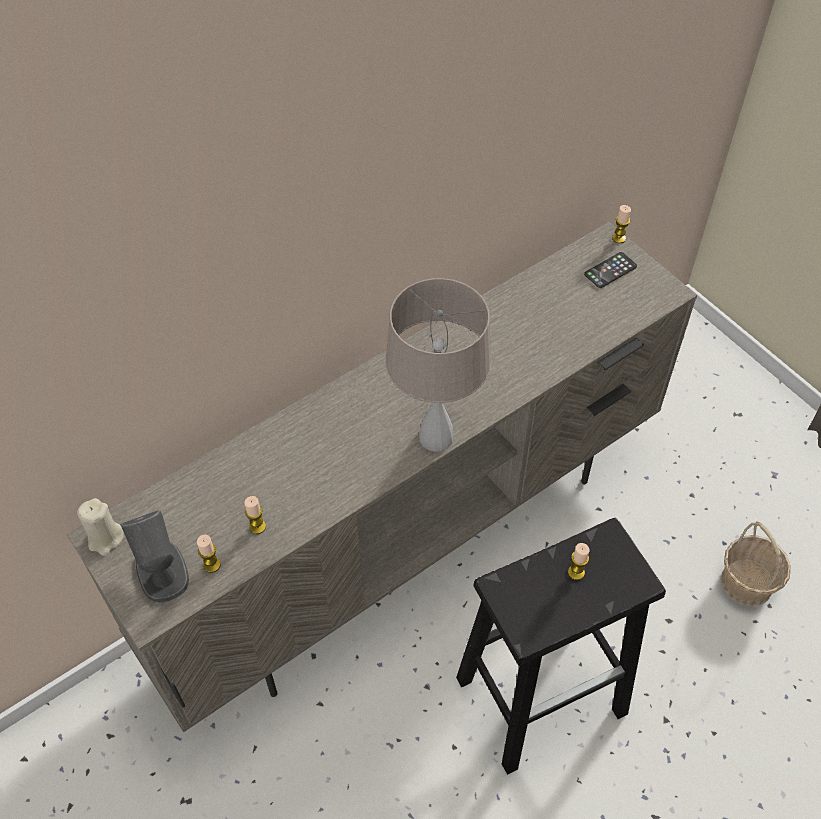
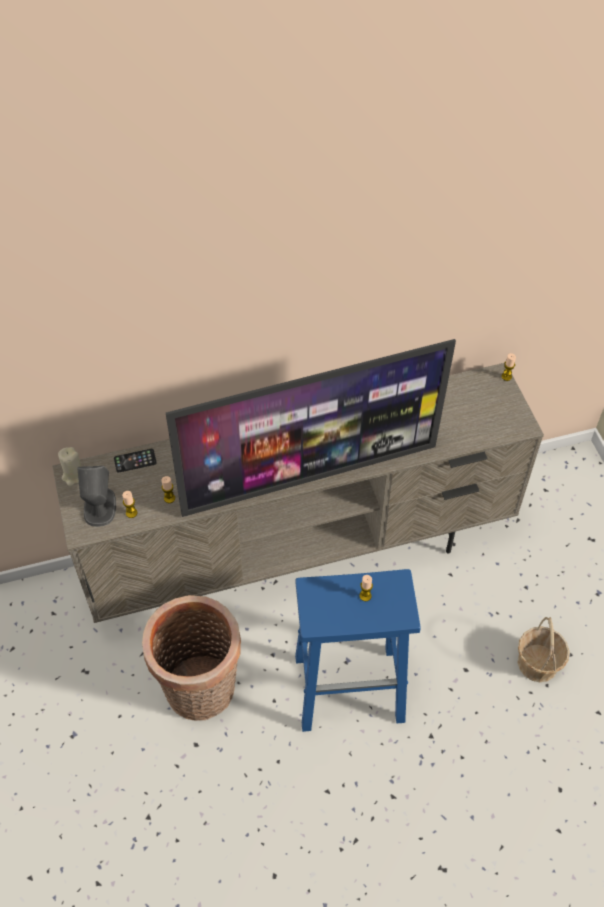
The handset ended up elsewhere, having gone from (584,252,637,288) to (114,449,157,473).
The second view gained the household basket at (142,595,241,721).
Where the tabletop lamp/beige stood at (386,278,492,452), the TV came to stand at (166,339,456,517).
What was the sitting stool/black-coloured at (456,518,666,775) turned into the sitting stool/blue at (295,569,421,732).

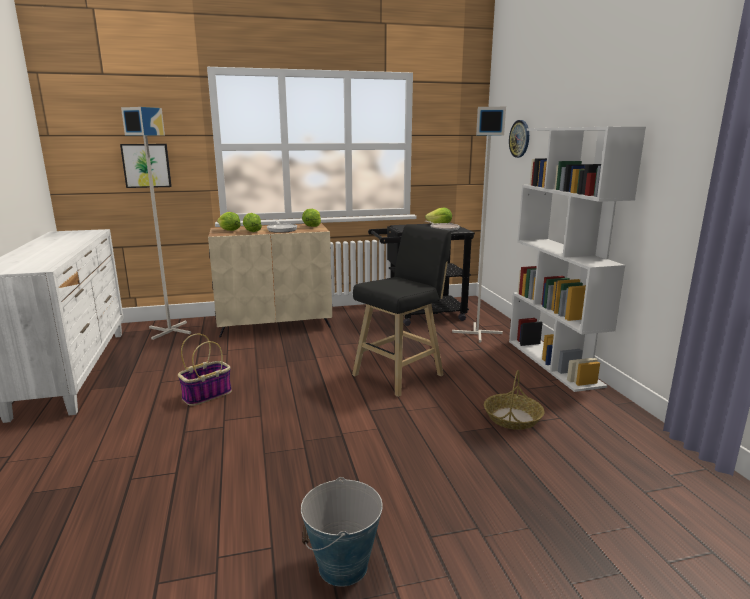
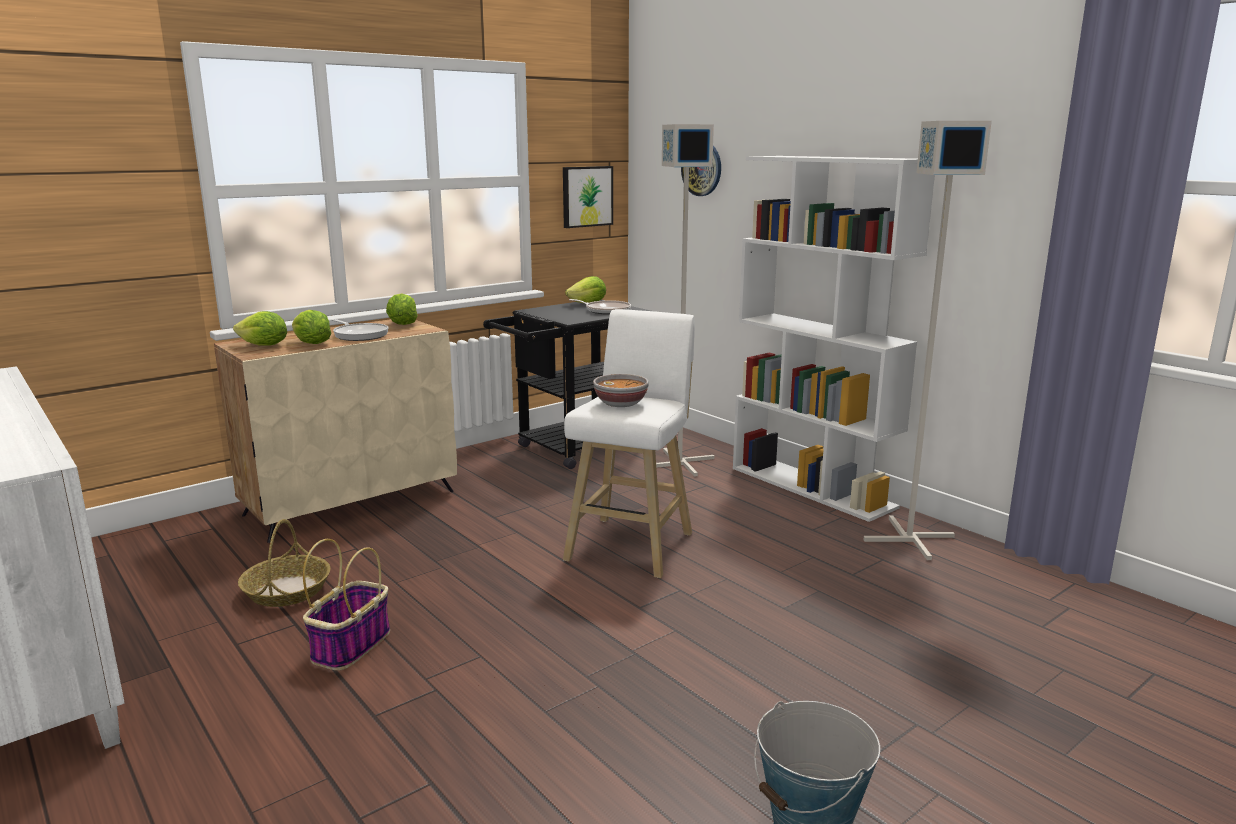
The household basket ended up elsewhere, having gone from (484,370,544,430) to (238,519,331,607).
The wall picture ended up elsewhere, having gone from (120,144,172,188) to (563,166,613,228).
What was the sitting stool/black-coloured at (352,224,451,397) turned into the sitting stool/white-coloured at (563,309,695,578).
The second view gained the deep dish at (593,374,649,407).
The floor lamp/grey ended up elsewhere, having gone from (121,107,191,340) to (863,121,992,560).

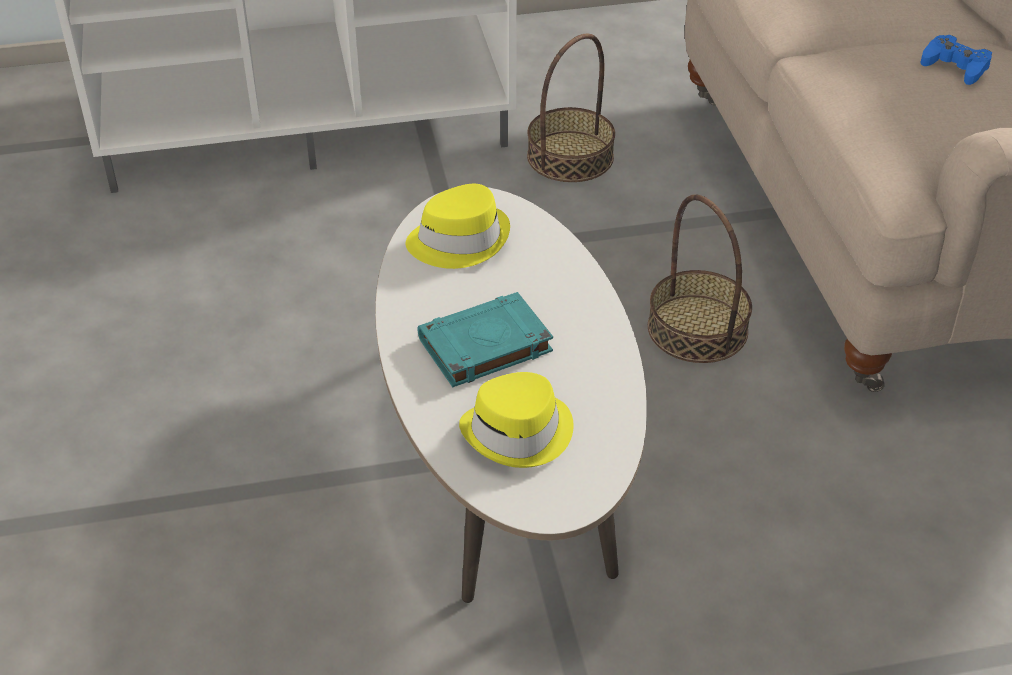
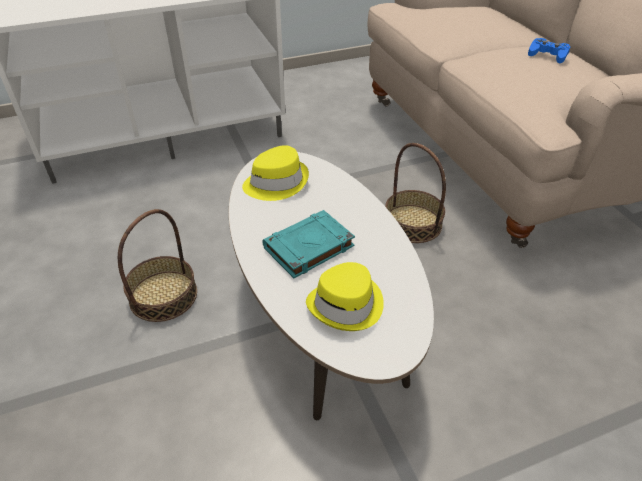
The household basket ended up elsewhere, having gone from (527,34,615,182) to (118,209,197,322).

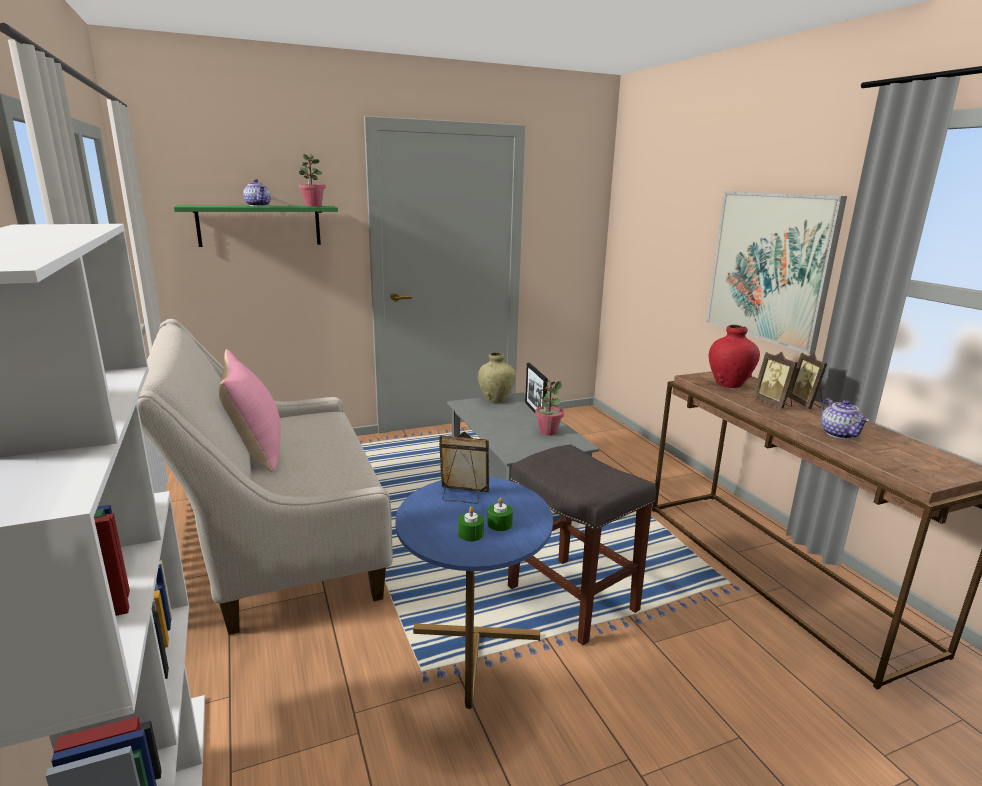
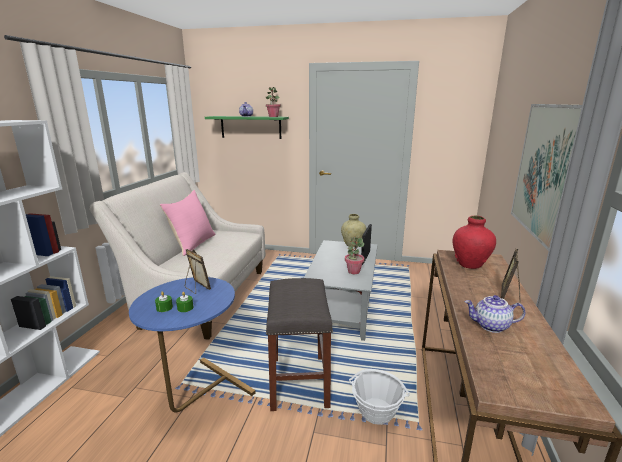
The second view gained the household basket at (349,369,410,425).
The tea pot at (820,399,869,439) ended up facing another way, 75 degrees clockwise from before.
The second view lost the picture frame at (753,352,797,408).

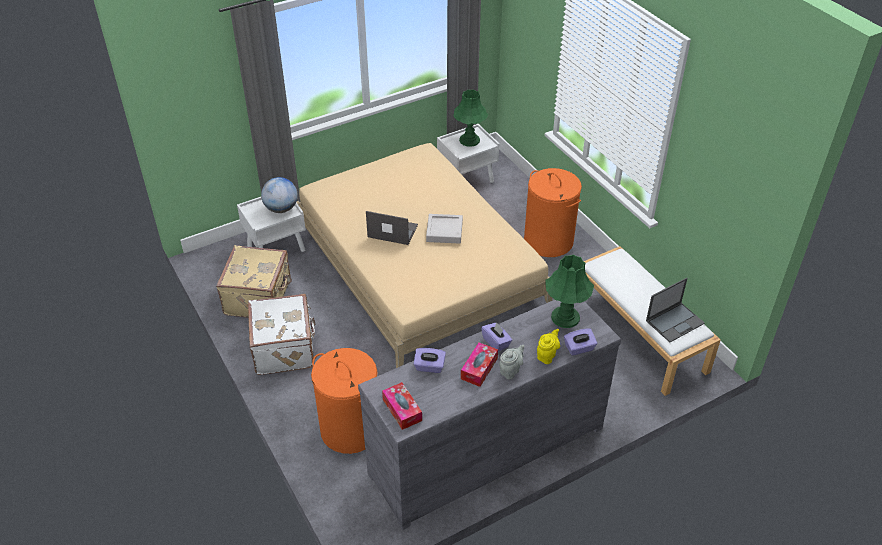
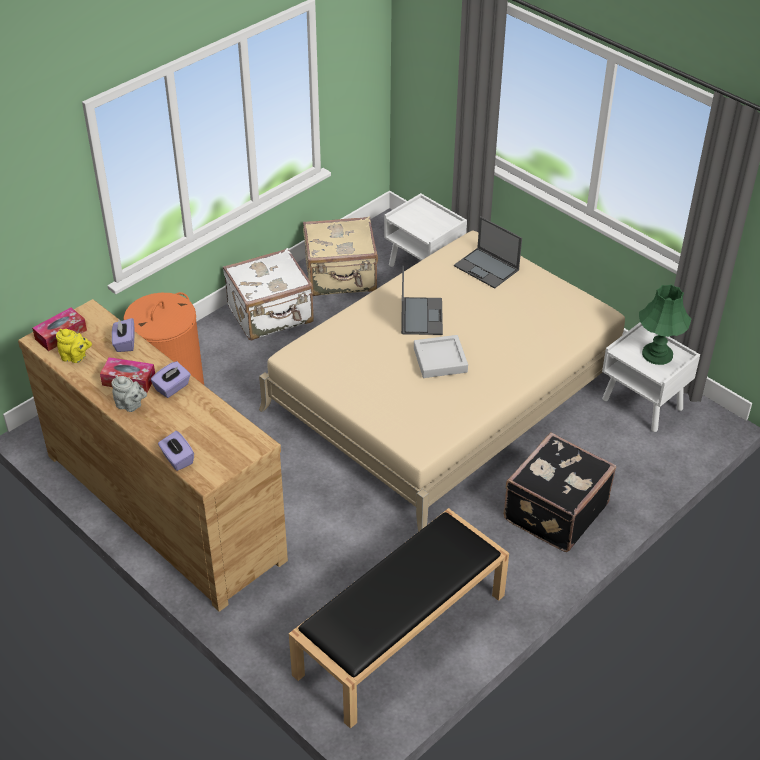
What was the drawer chest/grey at (358,300,621,530) turned into the drawer chest/brownish at (18,299,288,611).
The tea pot/yellowish ended up elsewhere, having gone from (537,329,560,364) to (56,329,92,363).
What was the indoor bench/white-coloured at (584,246,721,396) turned into the indoor bench/black-coloured at (289,508,509,729).
The portable computer ended up elsewhere, having gone from (646,278,705,342) to (454,216,522,288).
Where the washing basket/orangey stood at (524,168,582,257), the suitcase/black-coloured came to stand at (504,432,616,552).
The second view lost the desk globe at (261,177,298,213).
The second view lost the tabletop lamp/greenish at (545,255,594,328).

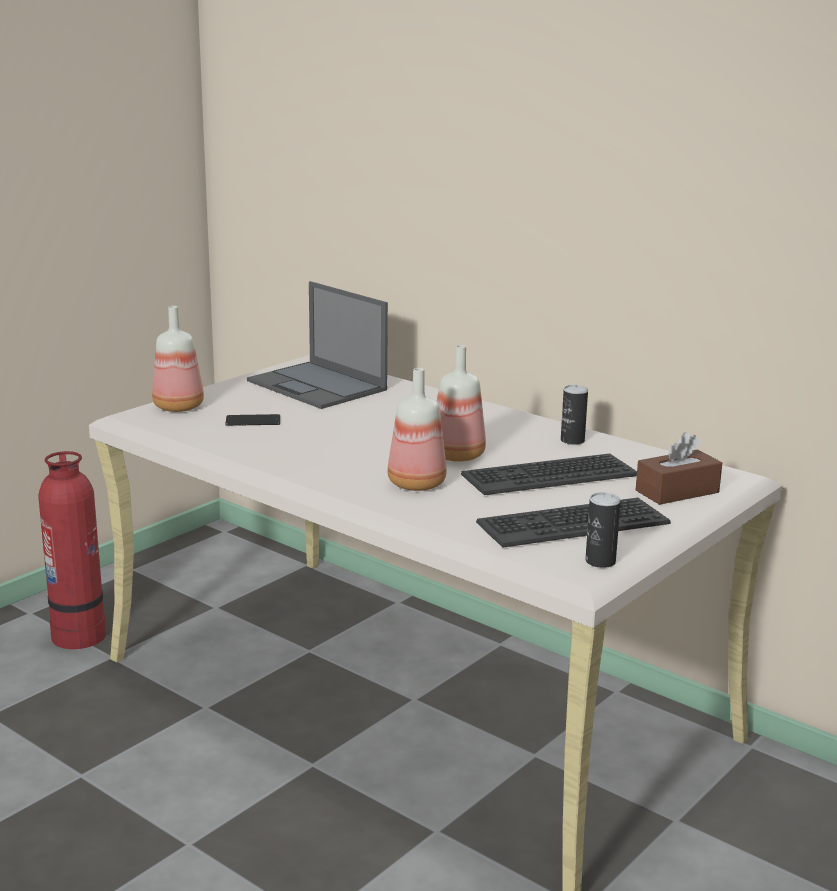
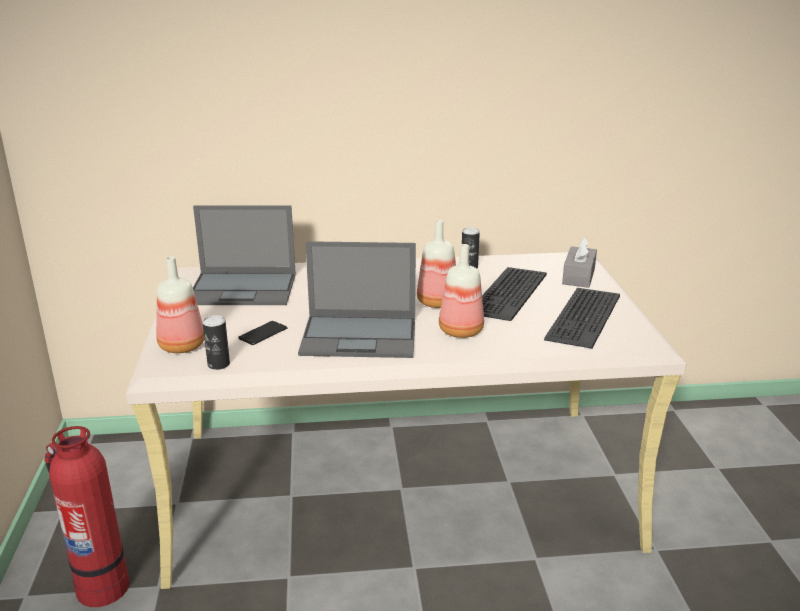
The metal can ended up elsewhere, having gone from (585,492,621,568) to (203,315,230,370).
The second view gained the portable computer at (298,241,416,358).
What was the tissue holder/brownish at (636,432,722,505) turned into the tissue holder/grey at (562,237,597,288).

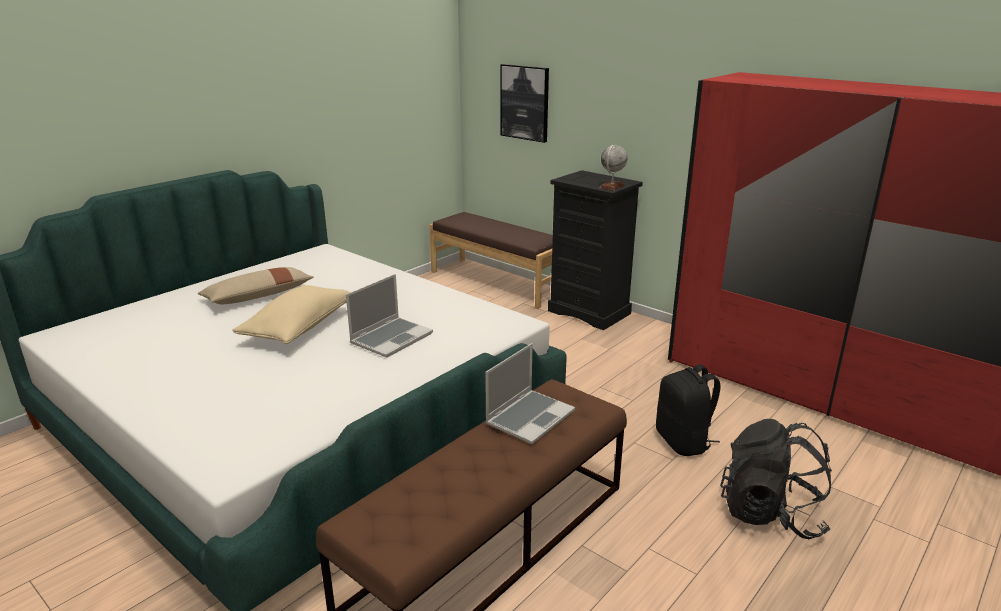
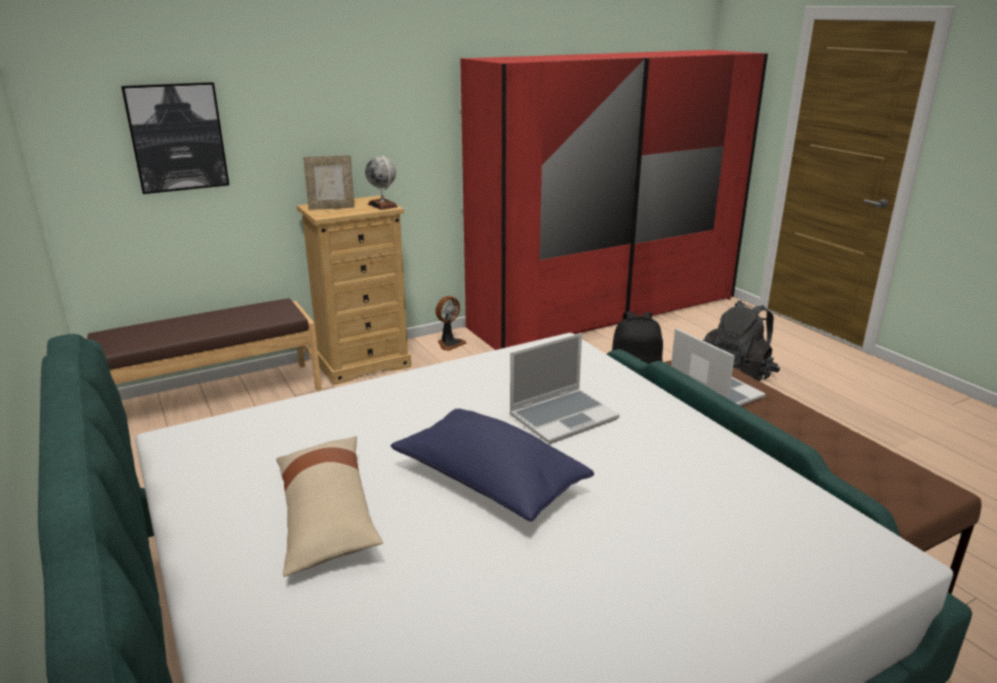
What was the drawer chest/black-coloured at (548,170,643,330) turned into the drawer chest/beige at (297,195,411,385).
The second view gained the picture frame at (303,155,355,210).
What was the pillow/beige at (232,285,351,344) turned into the pillow/blue at (390,409,594,521).
The second view gained the cooling fan at (436,296,467,351).
The portable computer at (346,274,433,358) ended up facing another way, 90 degrees clockwise from before.

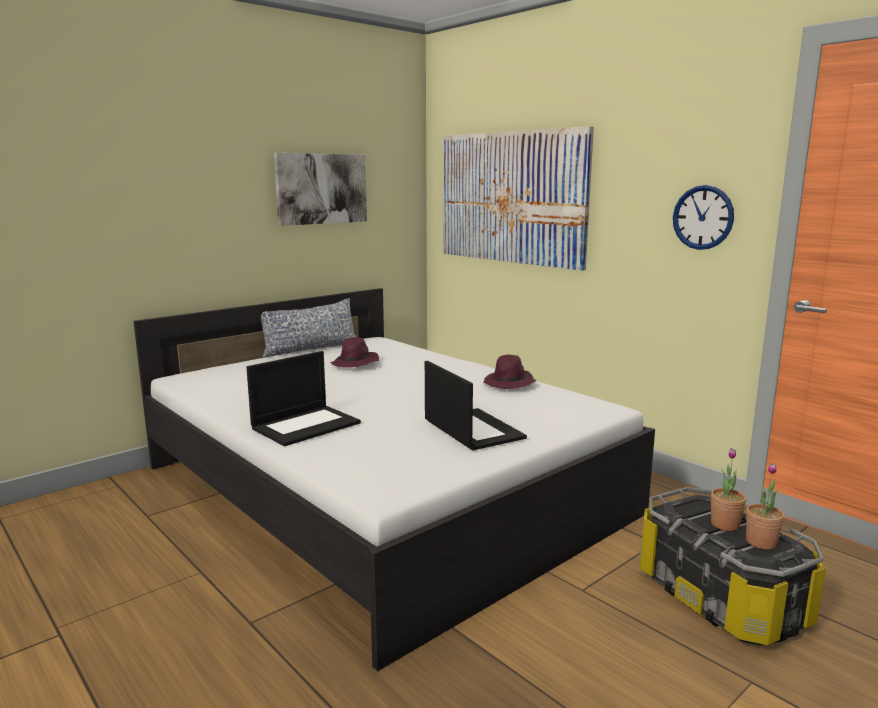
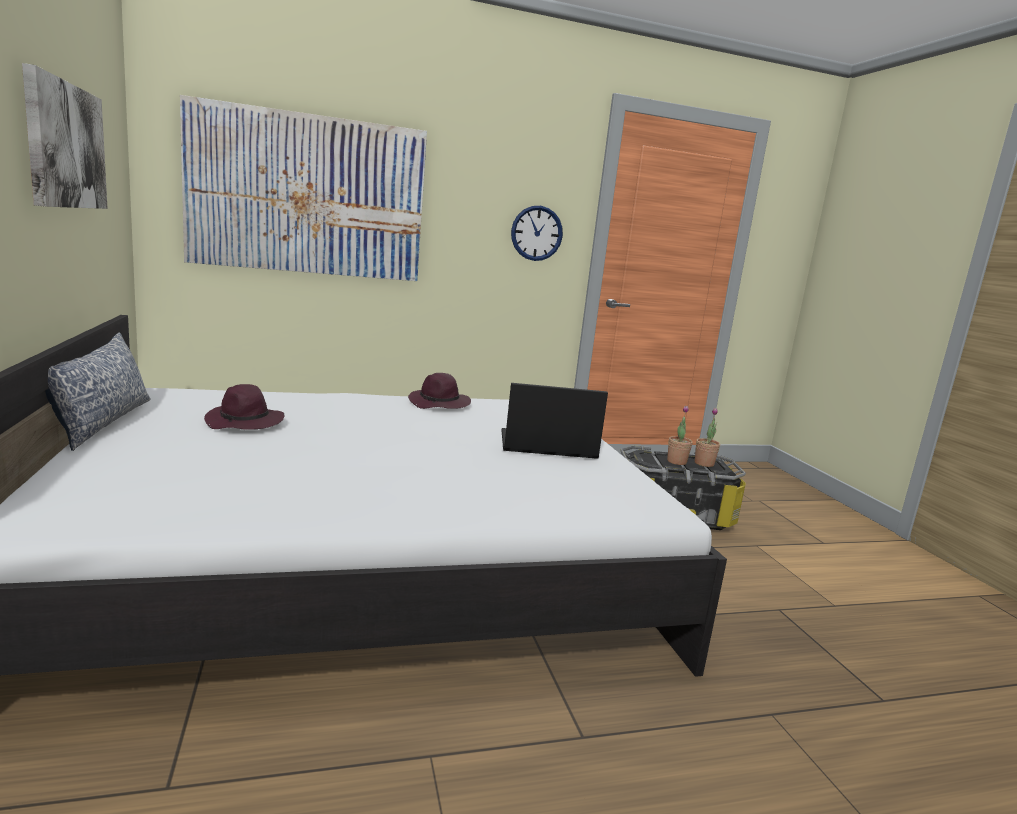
The second view lost the portable computer at (246,351,361,446).

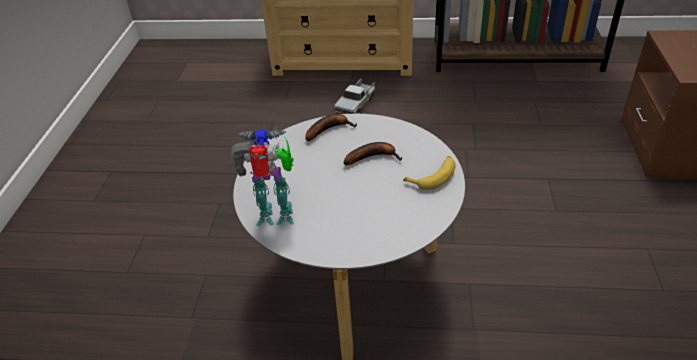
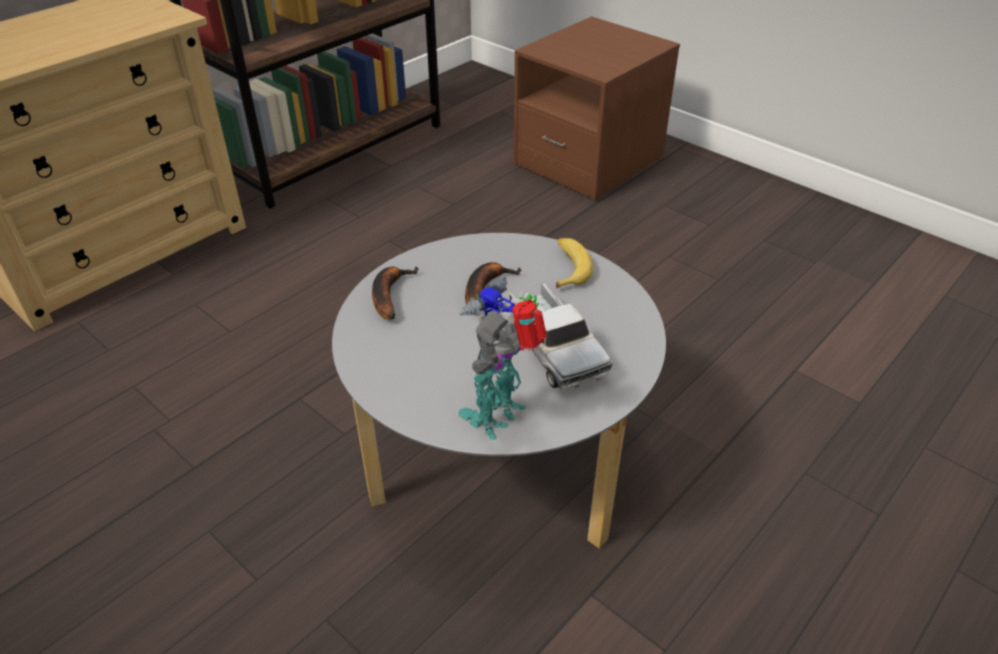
The toy truck ended up elsewhere, having gone from (334,78,375,114) to (509,283,613,388).

